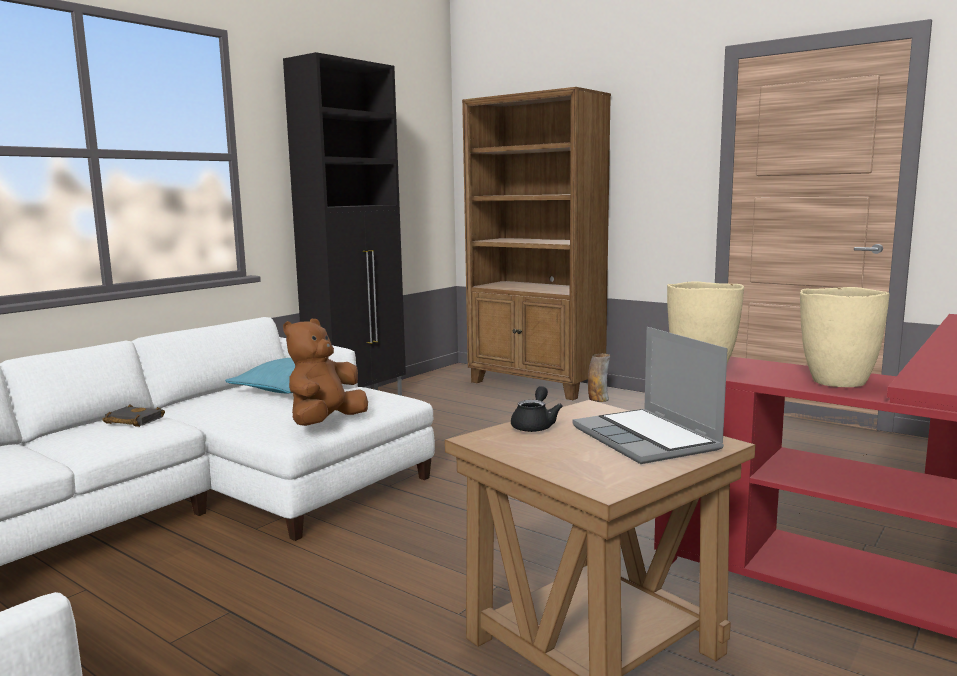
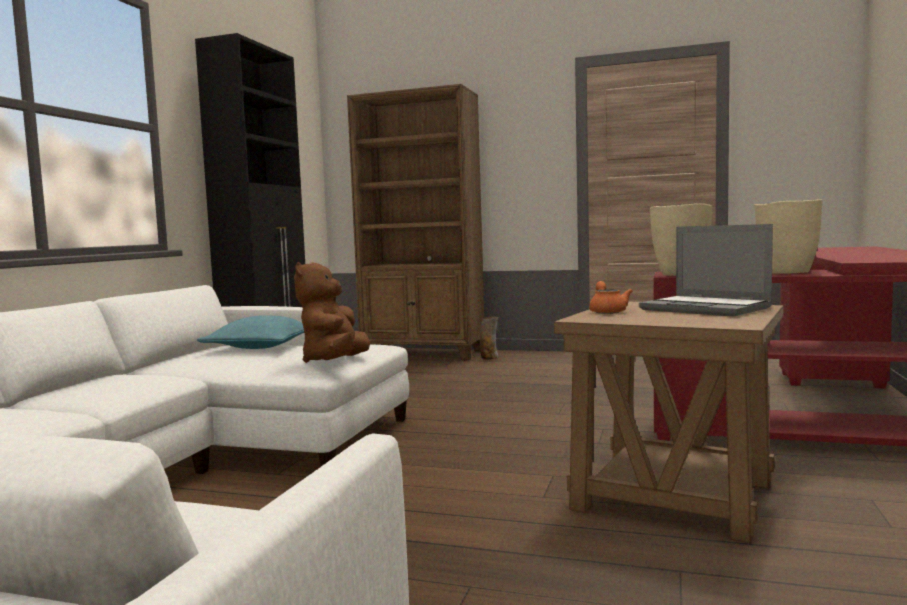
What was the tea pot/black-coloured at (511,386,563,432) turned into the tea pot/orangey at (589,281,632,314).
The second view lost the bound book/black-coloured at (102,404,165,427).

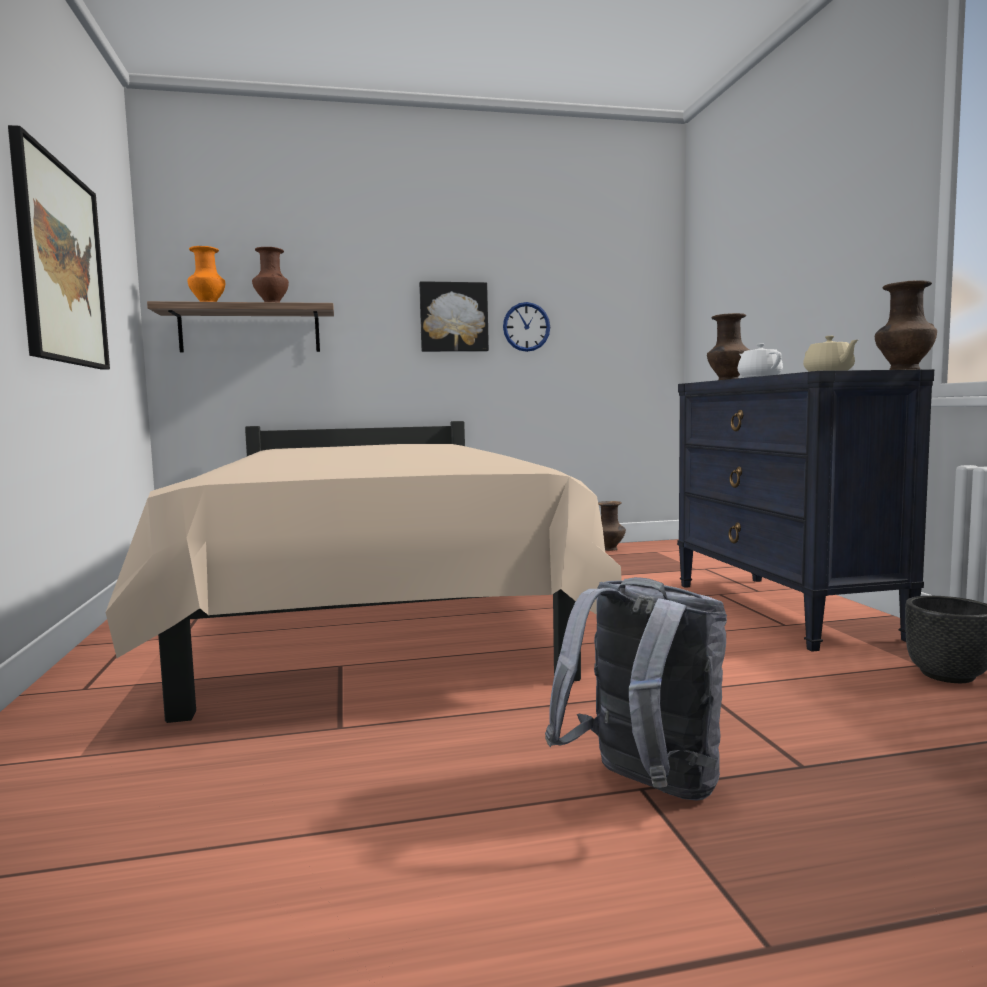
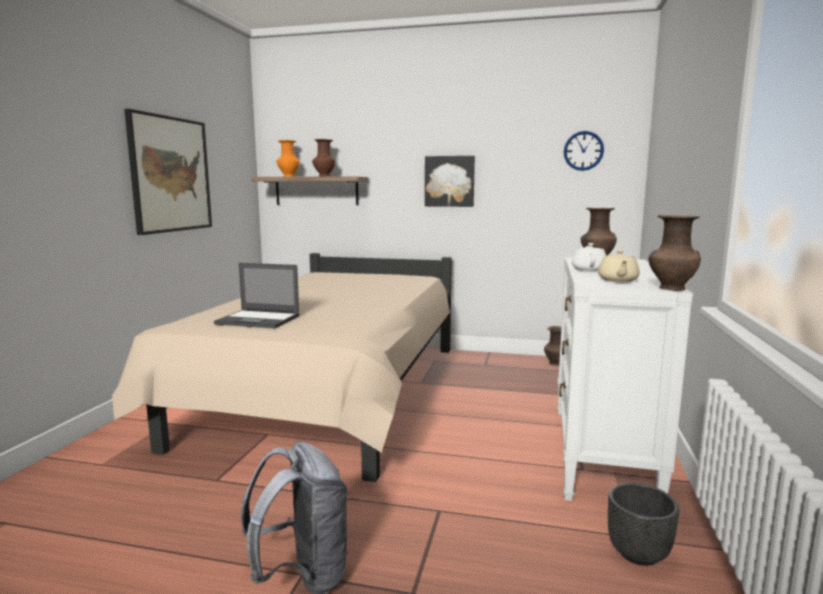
The second view gained the portable computer at (214,263,300,329).
What was the drawer chest/black-coloured at (677,369,934,652) turned into the drawer chest/white-coloured at (557,257,693,501).
The wall clock ended up elsewhere, having gone from (503,302,550,352) to (564,131,604,171).

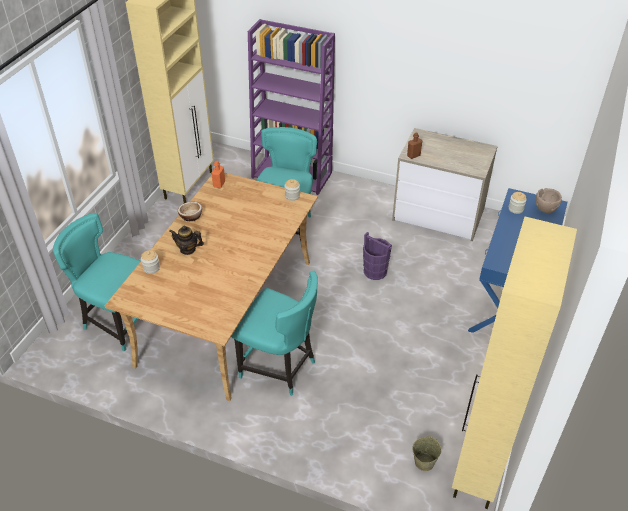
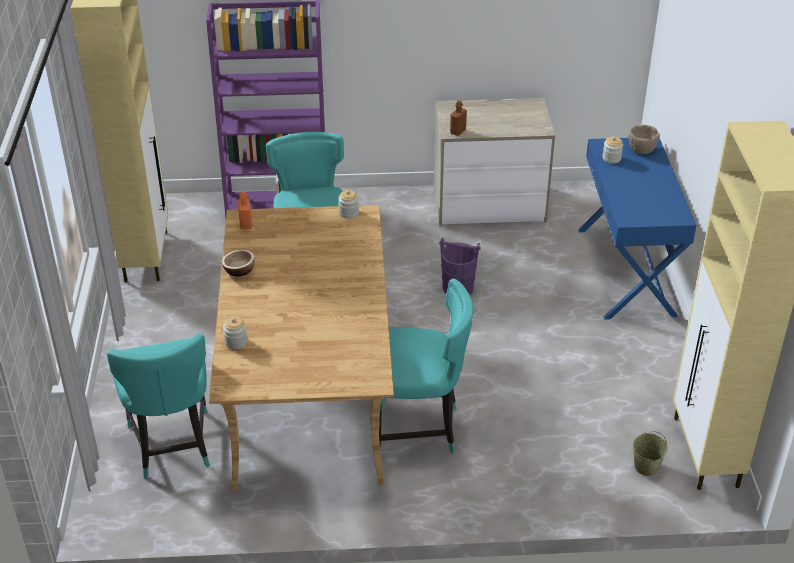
The upright chair/turquoise at (53,213,141,352) ended up facing another way, 105 degrees counterclockwise from before.
The second view lost the tea pot at (169,226,204,255).

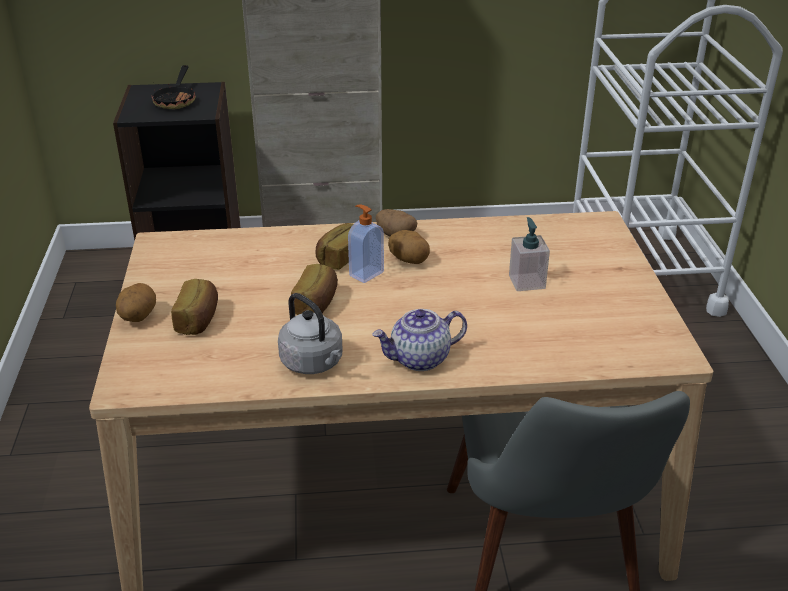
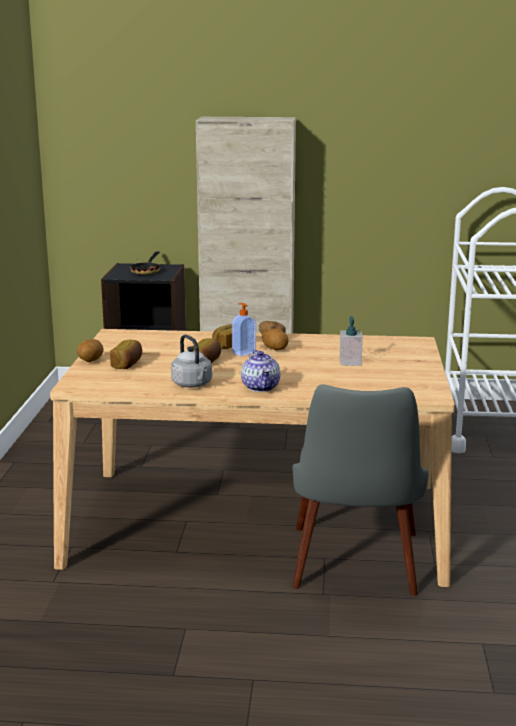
The tea pot at (372,309,467,371) ended up facing another way, 90 degrees counterclockwise from before.

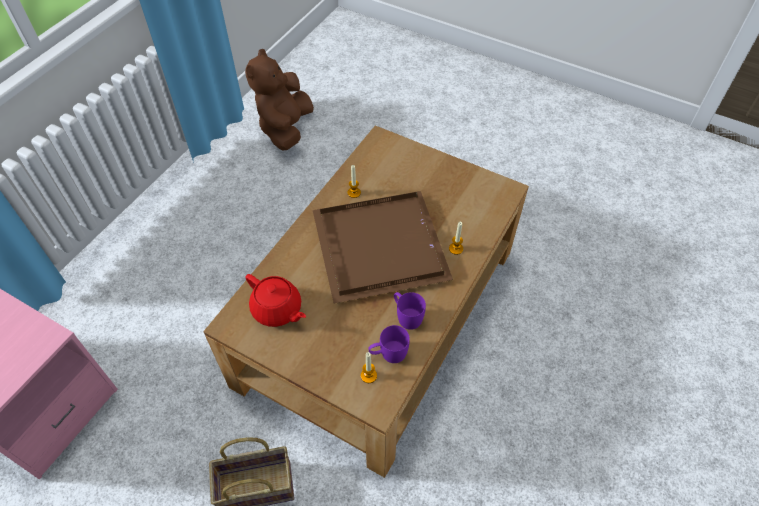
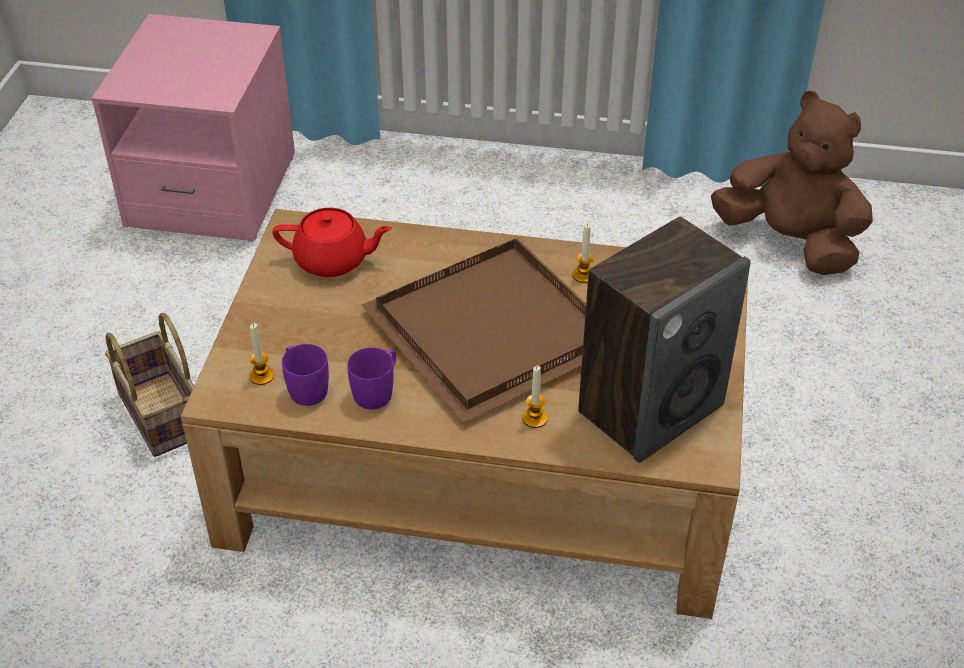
The tea pot/red at (245,274,306,327) ended up facing another way, 105 degrees counterclockwise from before.
The second view gained the speaker at (578,217,751,463).
The soft toy/brownish at (245,49,314,150) ended up facing another way, 45 degrees clockwise from before.

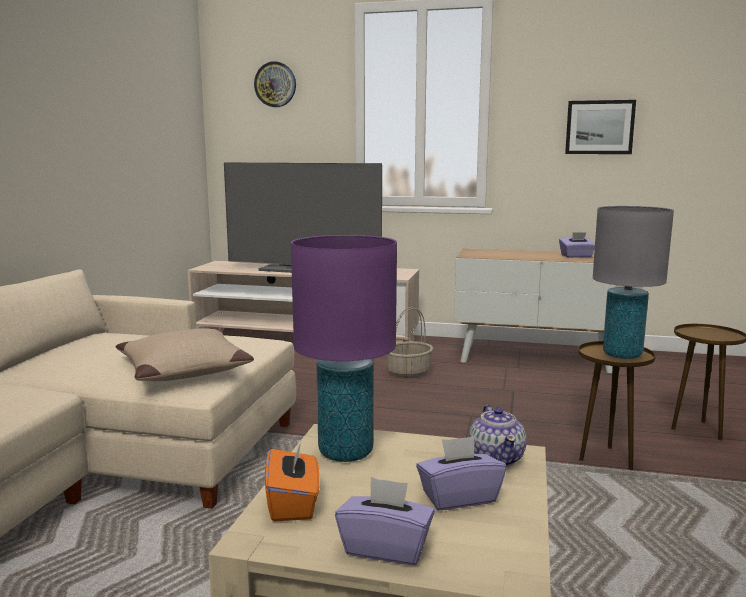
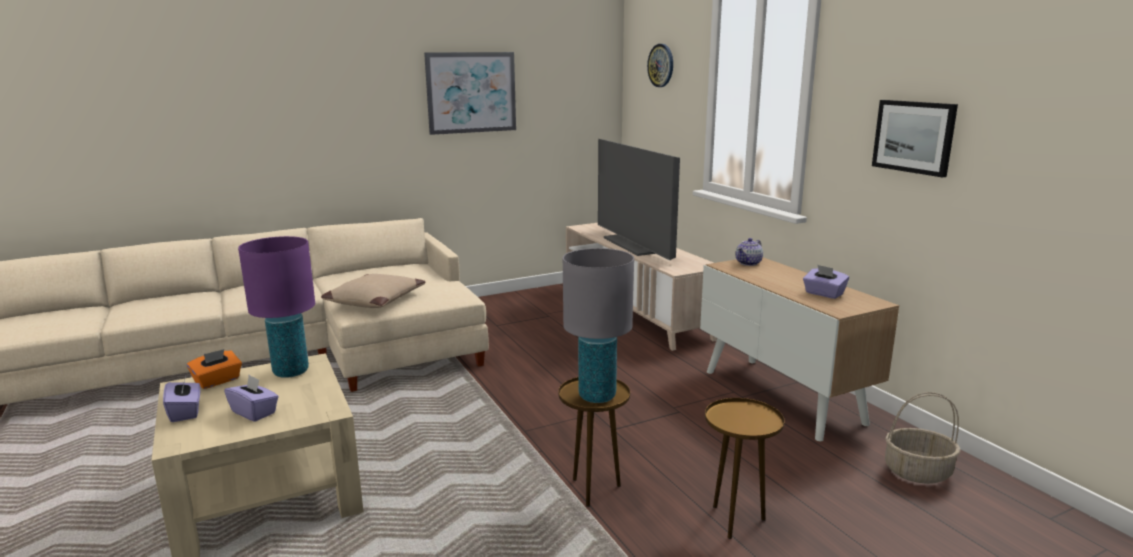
The second view gained the wall picture at (424,52,516,135).
The tea pot ended up elsewhere, having gone from (469,405,527,467) to (735,238,763,266).
The household basket ended up elsewhere, having gone from (387,307,433,378) to (885,392,961,484).

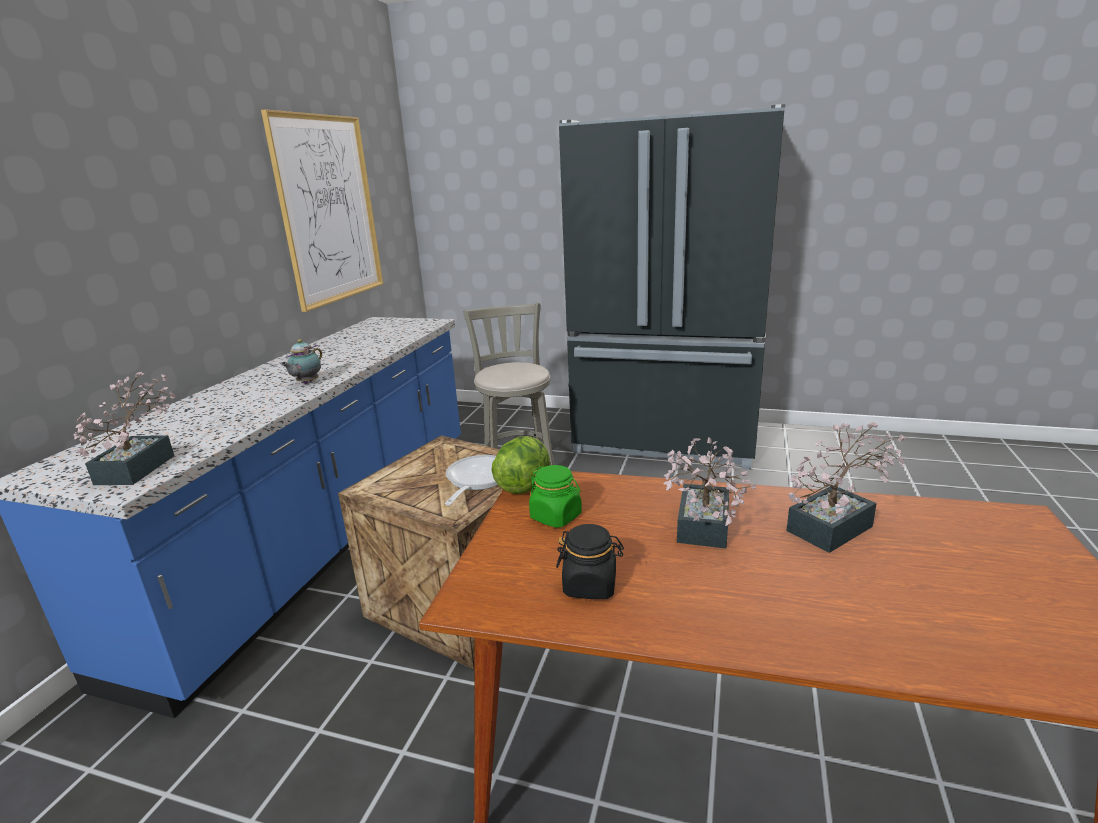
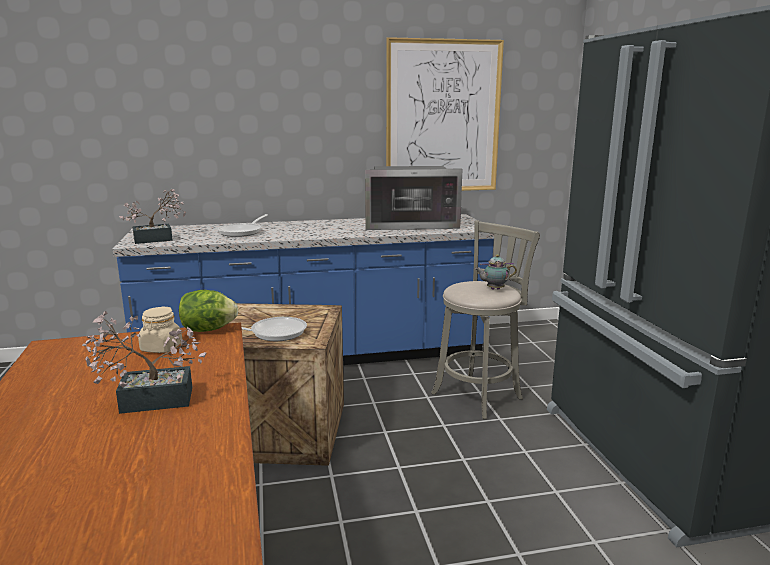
What was the storage jar/greenish at (529,465,582,528) turned into the storage jar/beige at (138,306,182,353).
The second view gained the frying pan at (217,214,268,237).
The second view gained the kitchen microwave at (365,166,463,230).
The tea pot ended up elsewhere, having gone from (281,339,322,384) to (475,254,517,290).
The second view lost the storage jar/black-coloured at (556,524,624,599).
The second view lost the potted plant at (786,422,906,553).

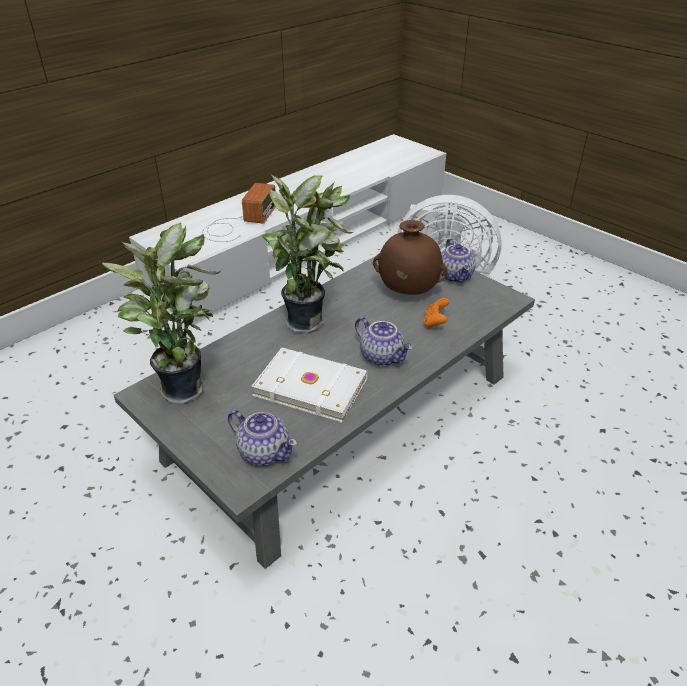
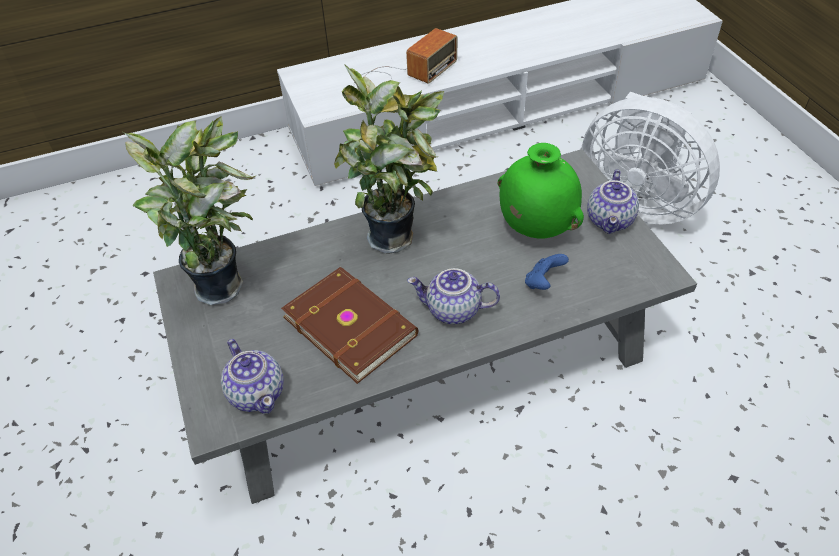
What was the bound book/white-coloured at (251,347,368,422) turned into the bound book/brownish at (281,267,418,384).
The tea pot at (355,317,412,366) ended up facing another way, 120 degrees clockwise from before.
What was the vase/brownish at (373,220,448,295) turned into the vase/greenish at (498,143,584,239).
What was the joypad/orangey at (423,298,450,329) turned into the joypad/blue at (525,254,569,290).

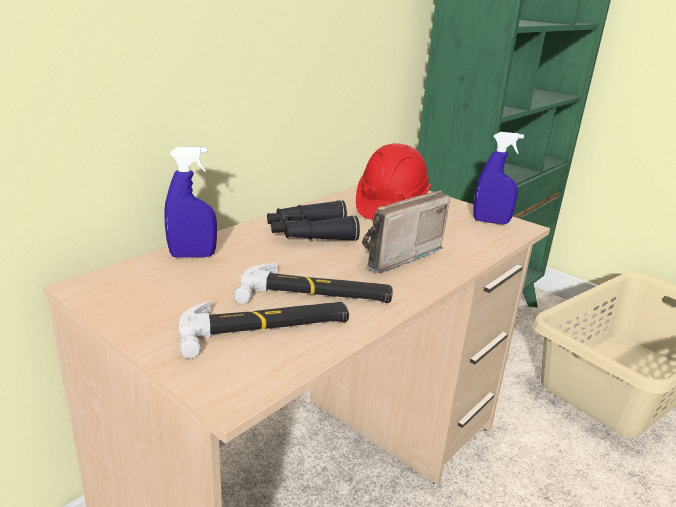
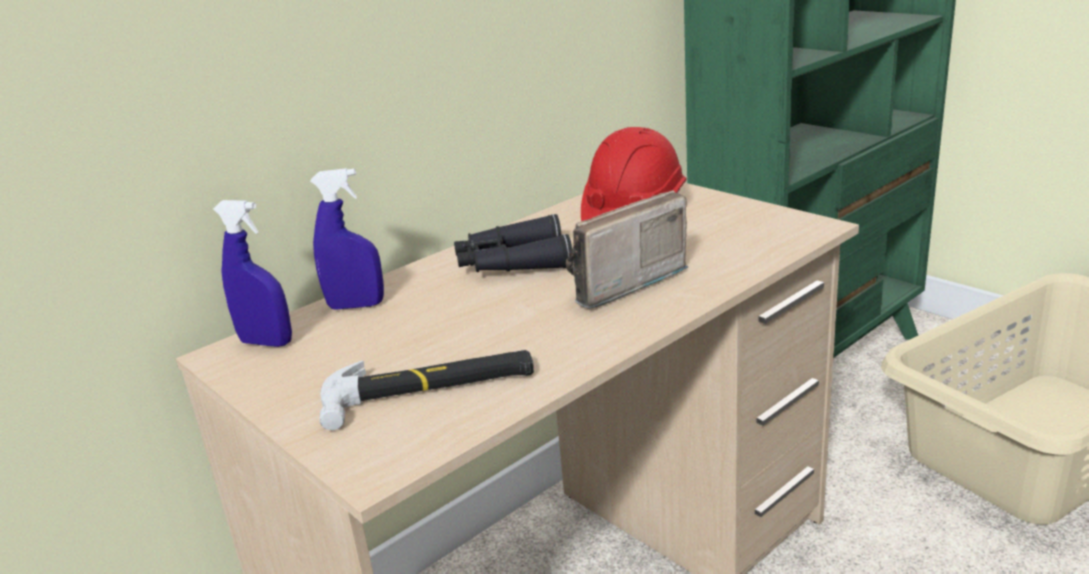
The hand sprayer/blue ended up elsewhere, having gone from (473,132,524,224) to (213,200,292,347).
The second view lost the hammer at (234,263,393,304).

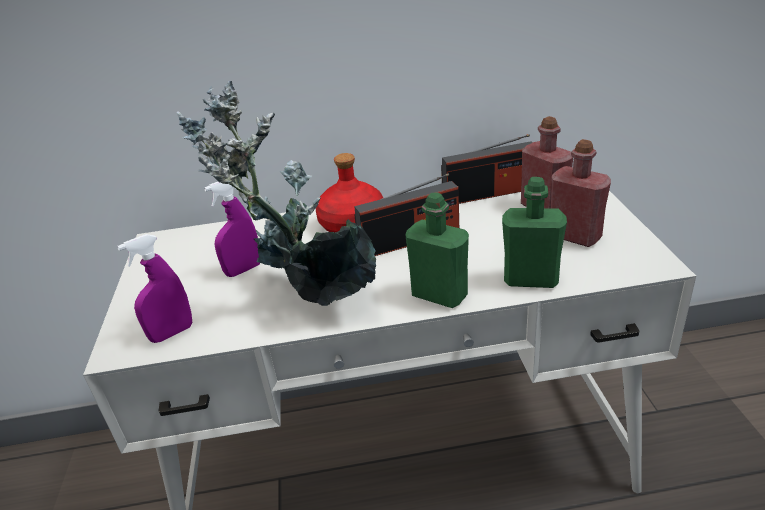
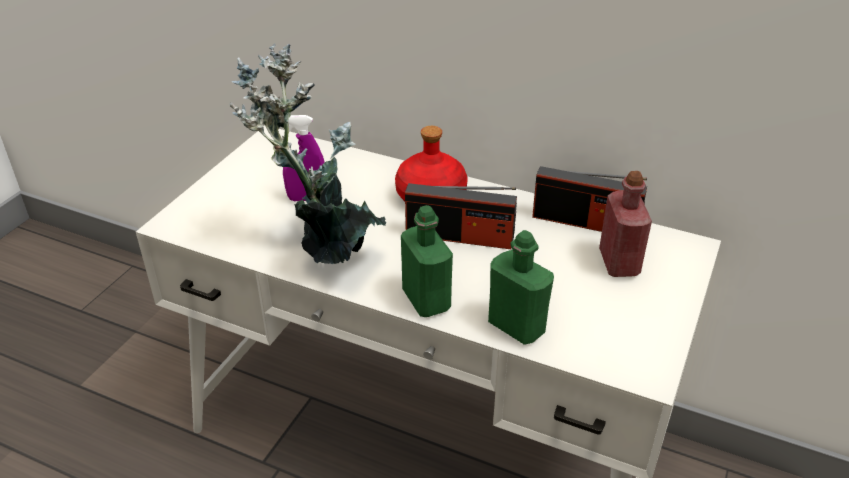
The second view lost the hand sprayer/purple-coloured at (117,234,192,343).
The second view lost the bottle/red at (551,139,611,247).

